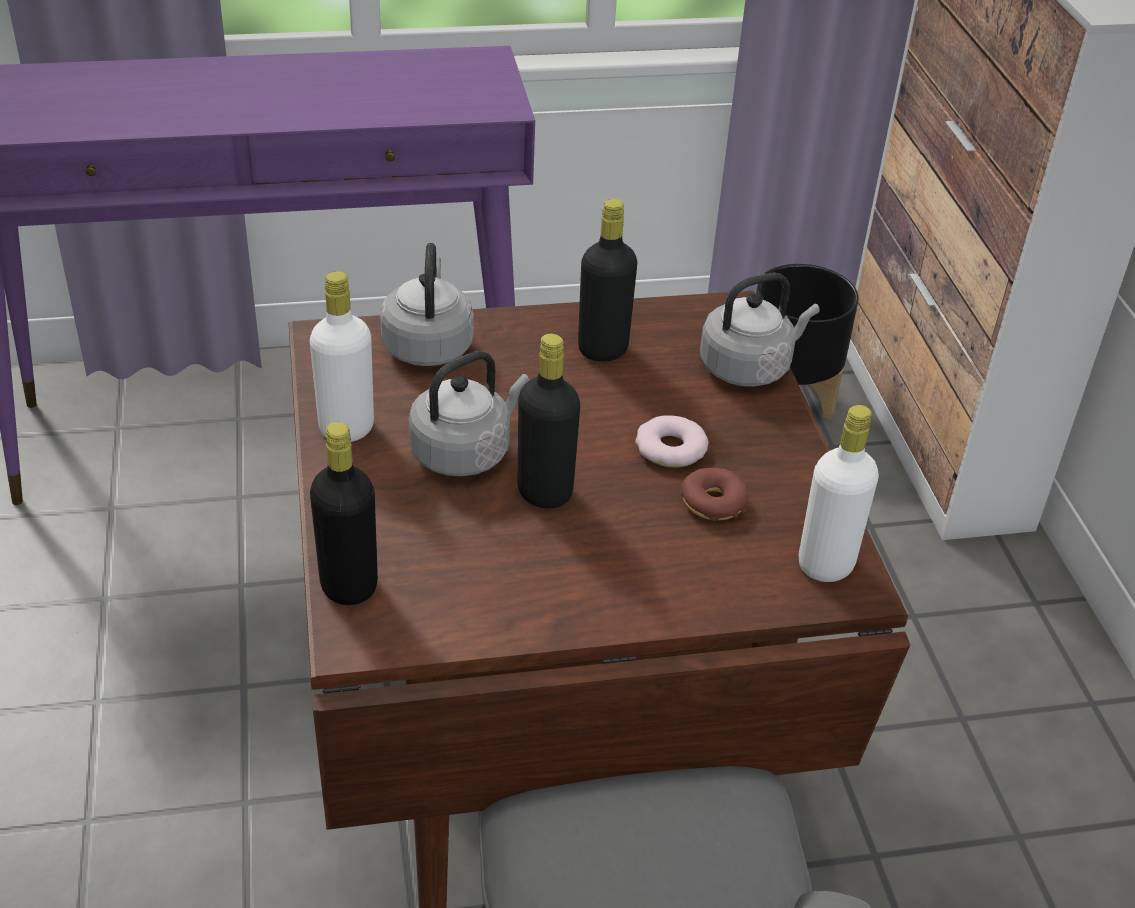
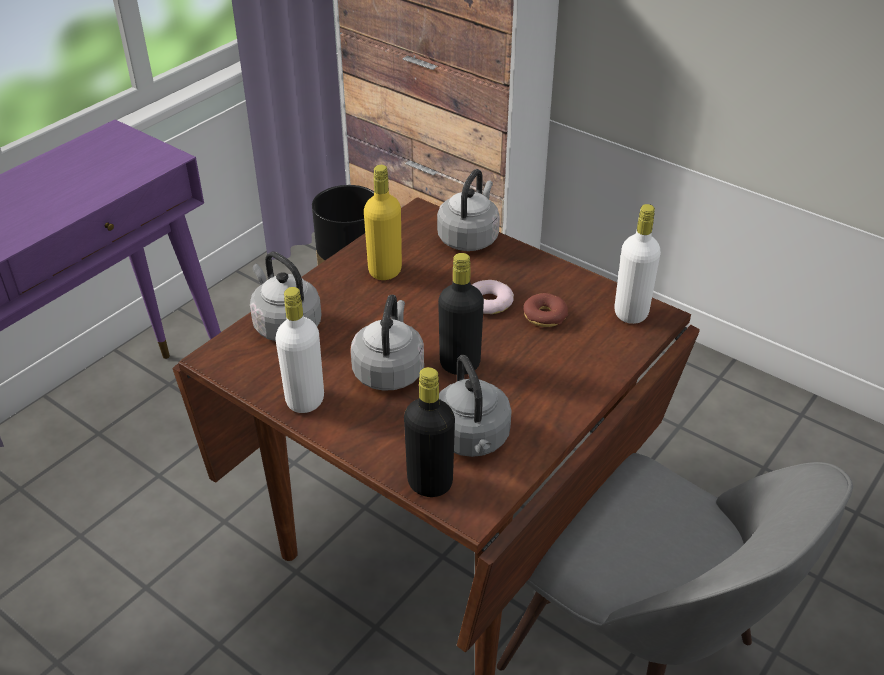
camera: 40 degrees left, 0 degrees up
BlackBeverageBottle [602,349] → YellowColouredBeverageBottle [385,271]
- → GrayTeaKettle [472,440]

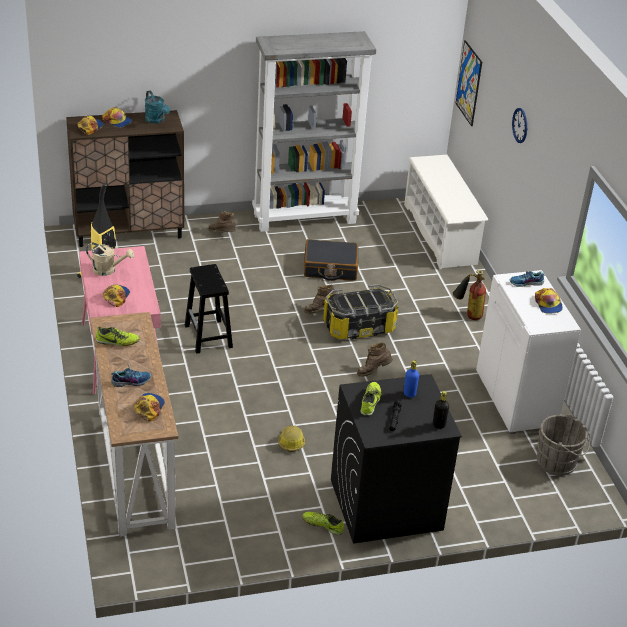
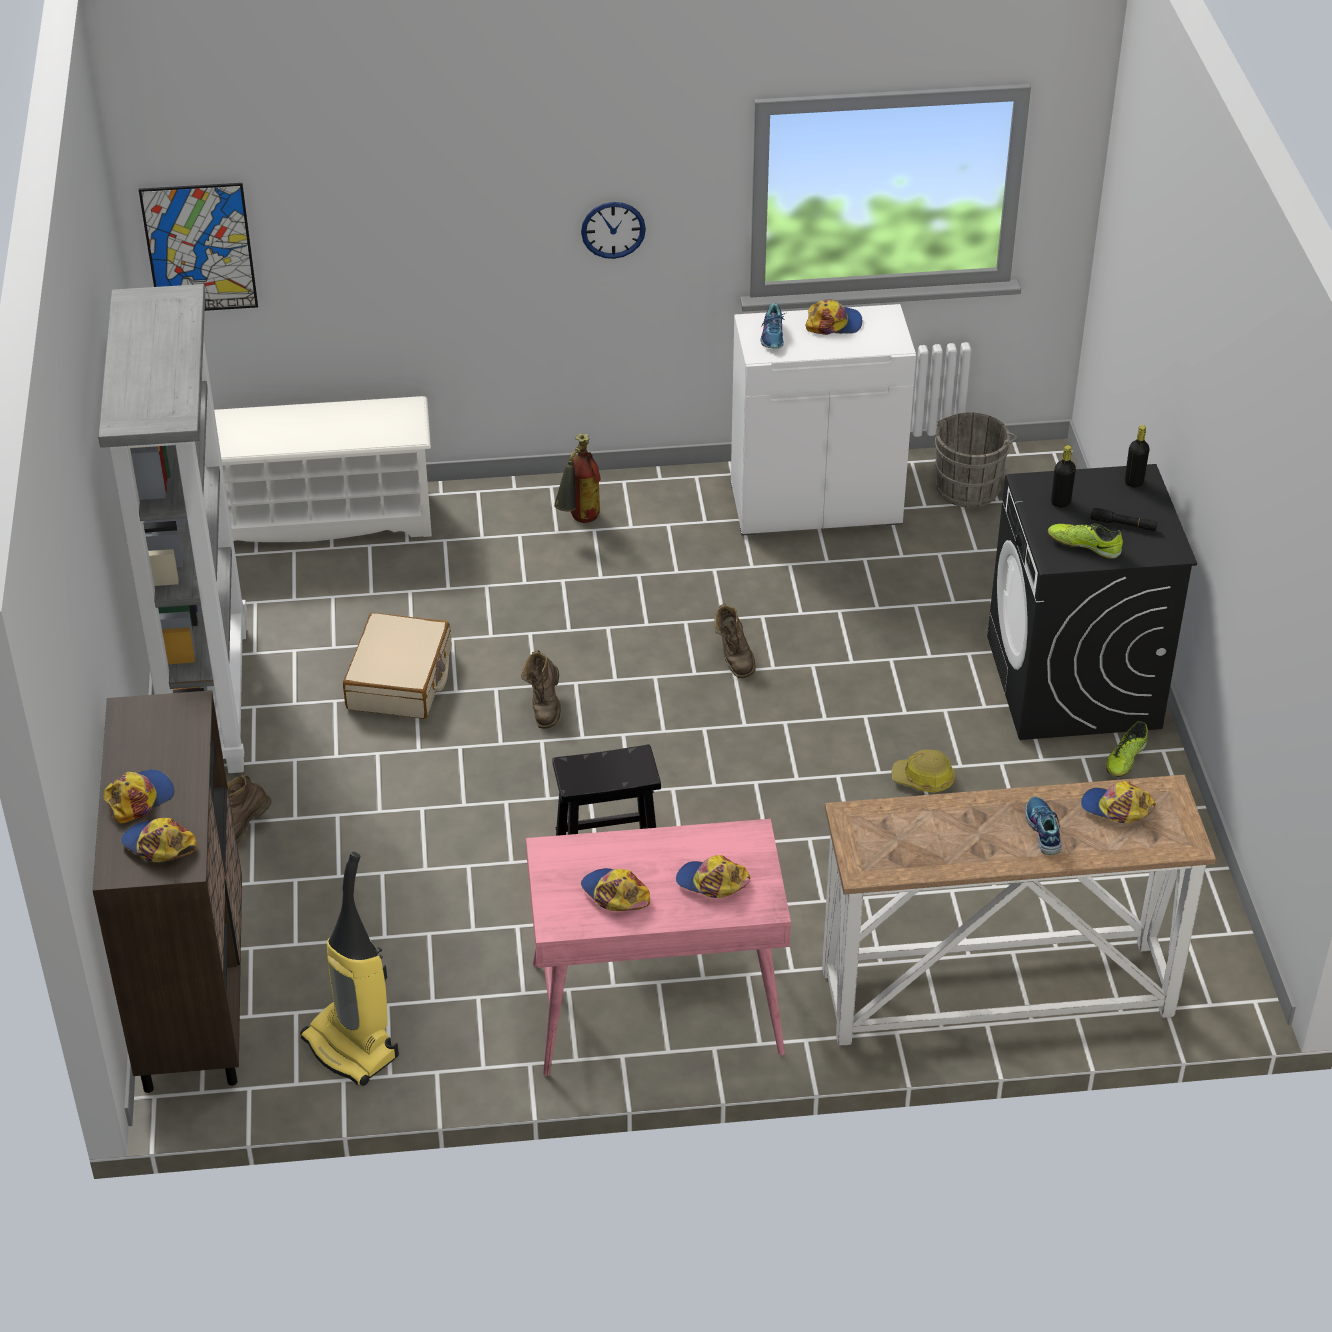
camera: 80 degrees left, 5 degrees up
BlackPieceOfLuggage [330,268] → BeigePieceOfLuggage [400,680]
HangingClock [520,125] → HangingClock [613,229], move
BeigeSprinklingCan [108,270] → BaseballCap [614,894]
BluishBeverageBottle [409,394] → BlackBeverageBottle [1060,502]
LowShoe [117,342] → -
TurquoiseColouredSprinklingCan [156,121] → -
StorageBox [359,327] → -

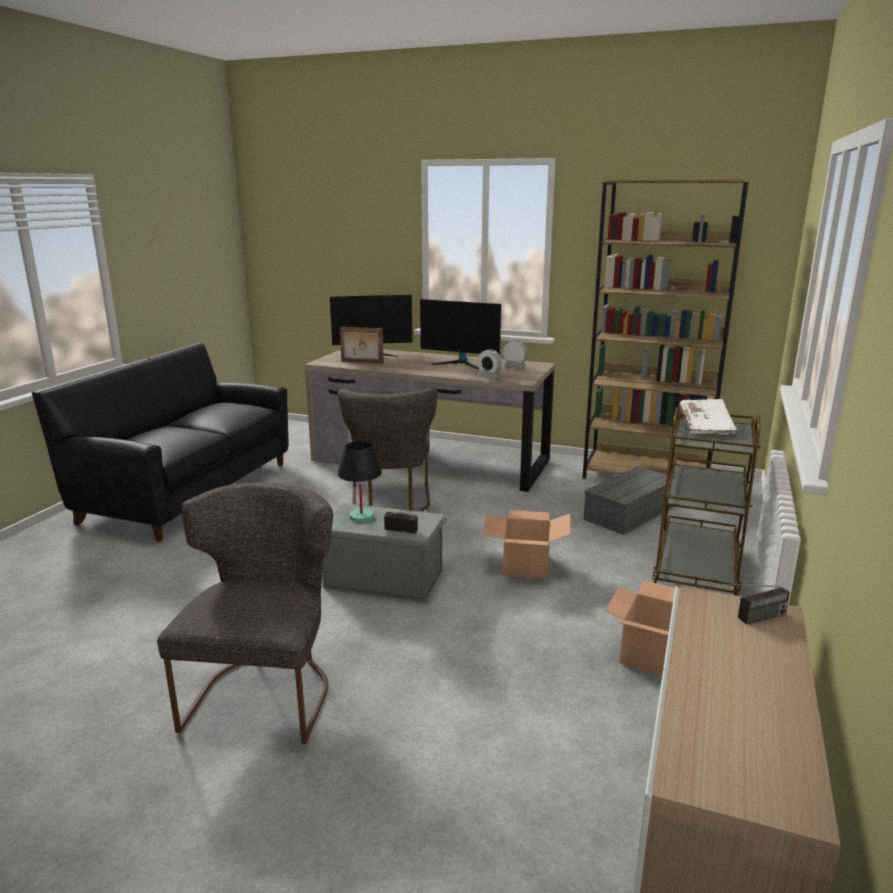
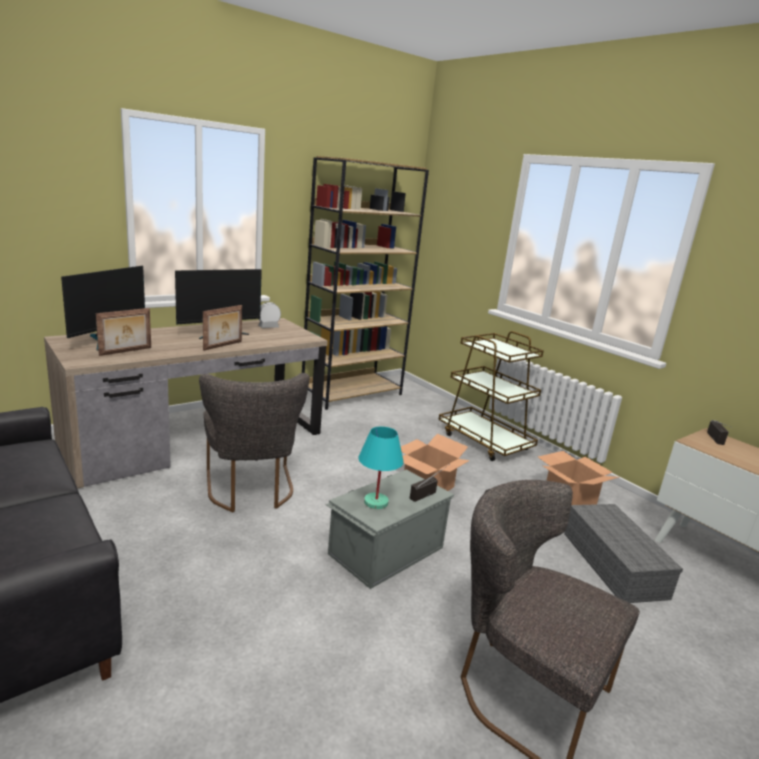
camera: 60 degrees left, 0 degrees up
GrayUprightChair [390,503] → GrayUprightChair [251,490], 45 degrees clockwise
- → PictureFrame [223,346]
BlackTabletopLamp [361,517] → TurquoiseColouredTabletopLamp [375,502]
GrayStorageBox [629,513] → GrayStorageBox [615,565], move
BedsideClock [489,377] → -
WhitishBoundBook [705,427] → -

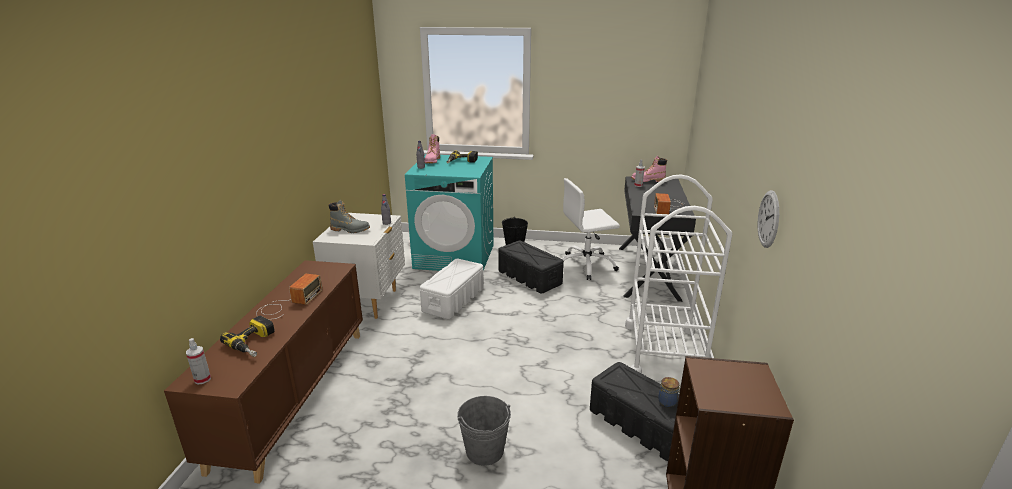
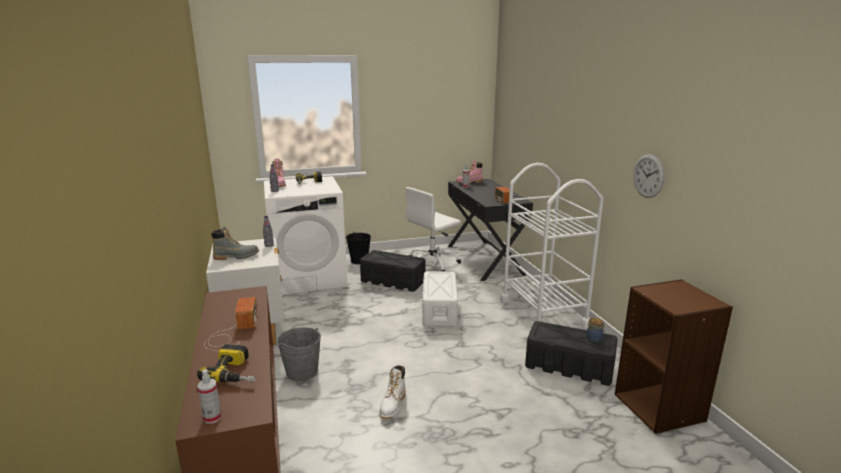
camera: 25 degrees left, 5 degrees down
TurquoiseColouredLaundryMachine [455,256] → WhitishLaundryMachine [309,277]
GrayWaterBucket [484,451] → GrayWaterBucket [302,372], move
- → WhitishTallBoot [392,406]
WhitishStorageBox [453,300] → WhitishStorageBox [439,310], move

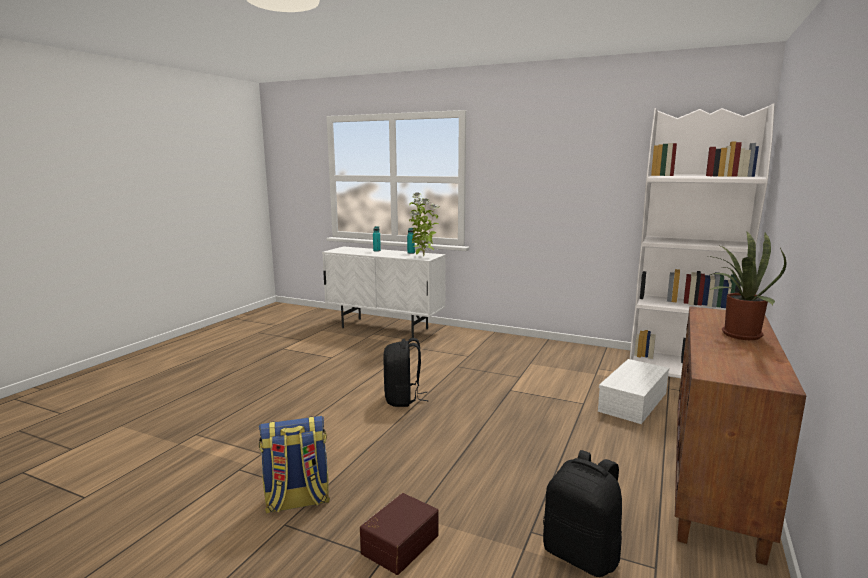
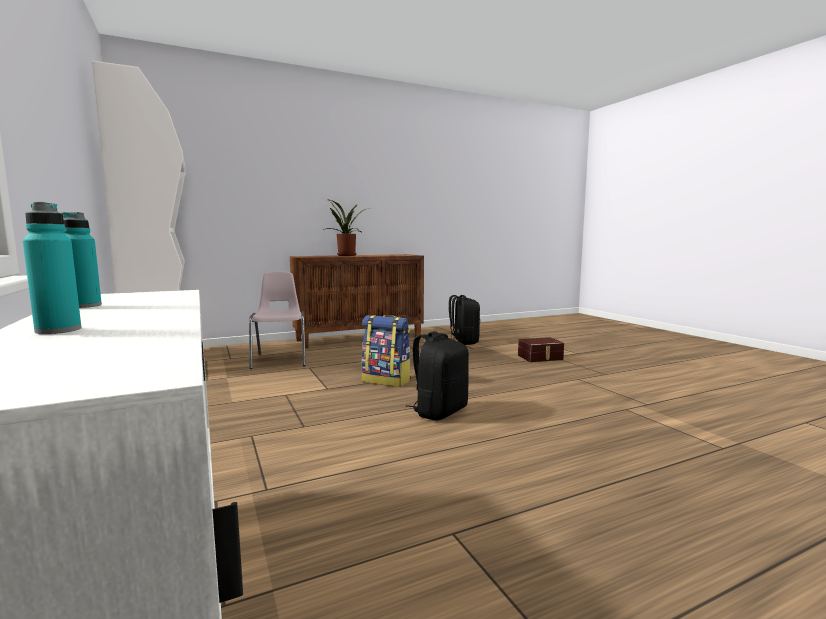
camera: 140 degrees left, 5 degrees down
WhitishStorageBox [633,402] → PinkColouredUprightChair [280,359]
Knapsack [297,501] → Knapsack [387,380], move
PottedPlant [423,256] → -

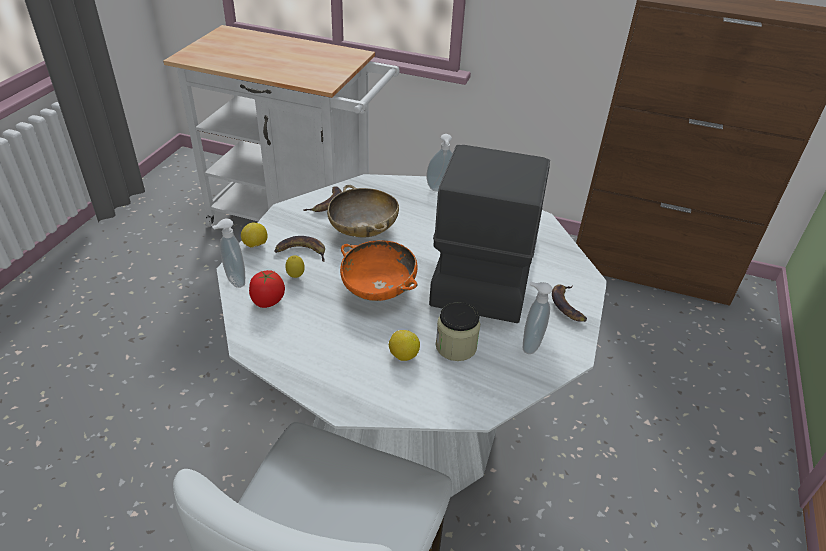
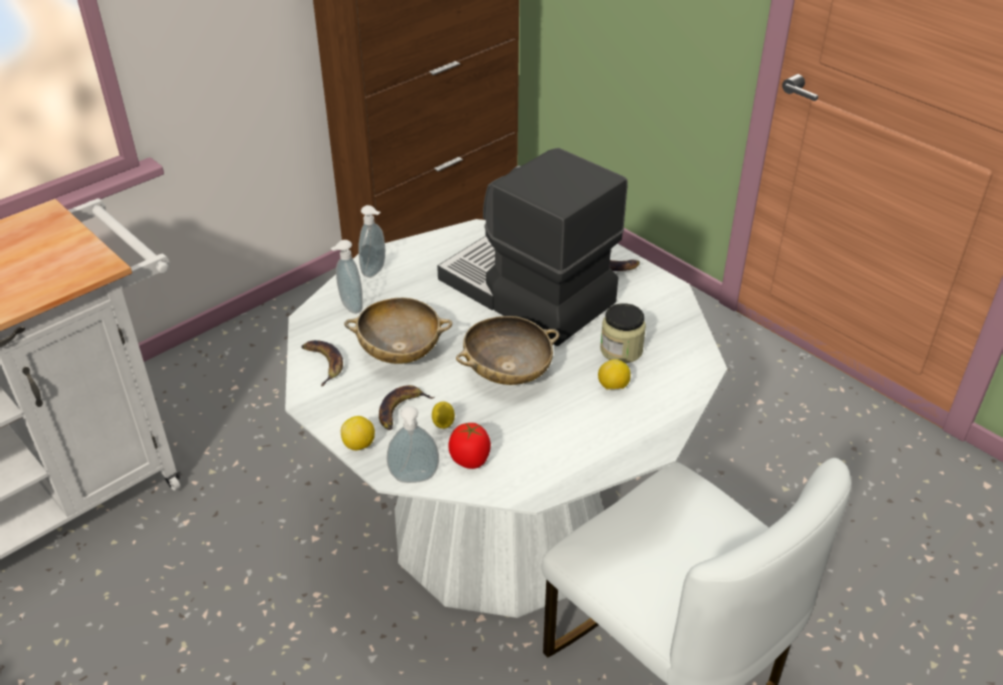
camera: 60 degrees left, 0 degrees up
LiquidSoapBottle [529,344] → LiquidSoapBottle [349,307], move
OrangeColouredServingBowl [378,289] → BeigeServingBowl [508,372]

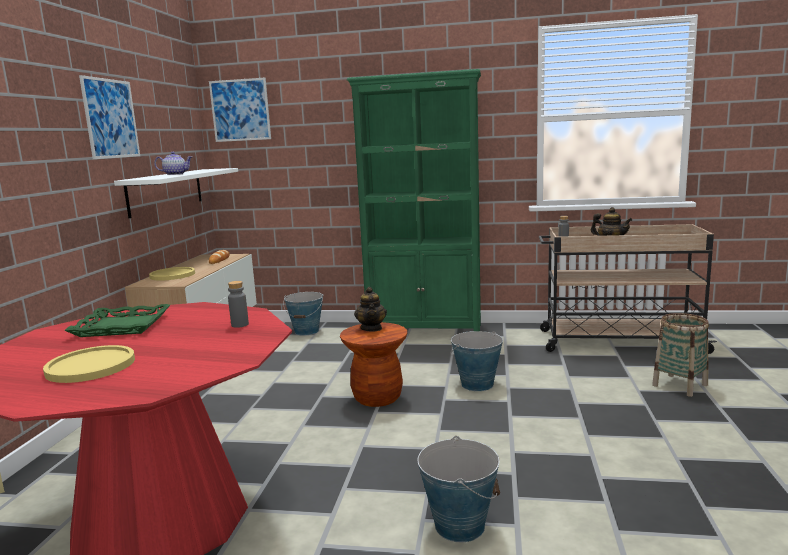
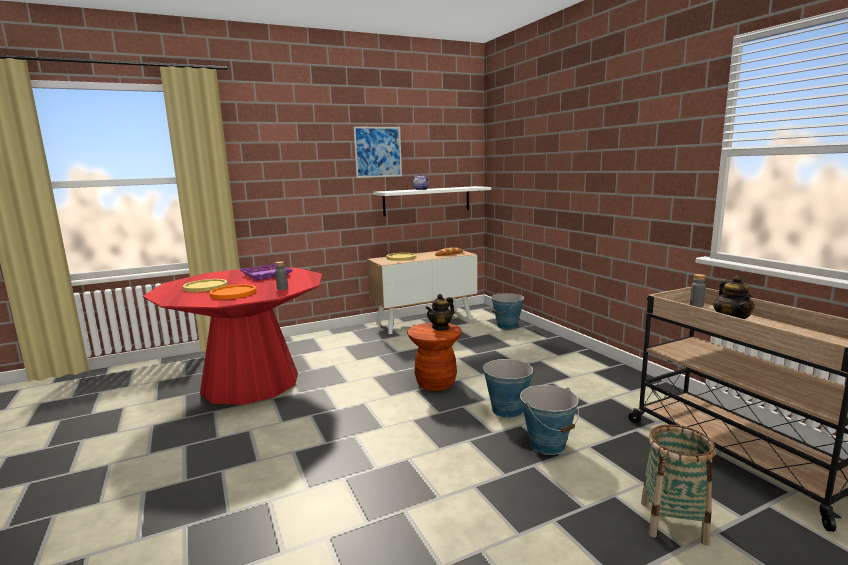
camera: 55 degrees right, 0 degrees up
- → OrangeColouredDinnerPlate [233,293]
GreenServingTray [122,326] → PurpleColouredServingTray [266,275]
WaterBucket [459,525] → WaterBucket [547,444], move
WallPicture [240,110] → -
GreenBookshelf [425,330] → -

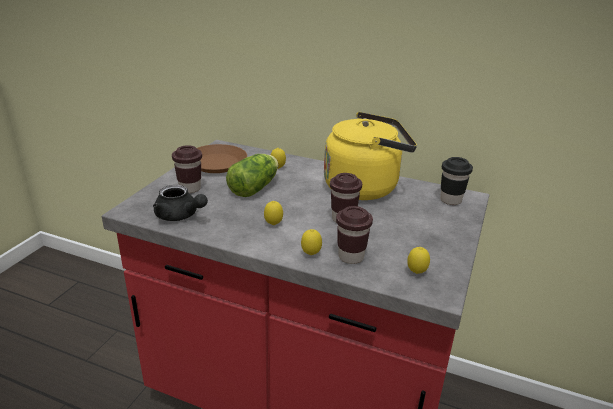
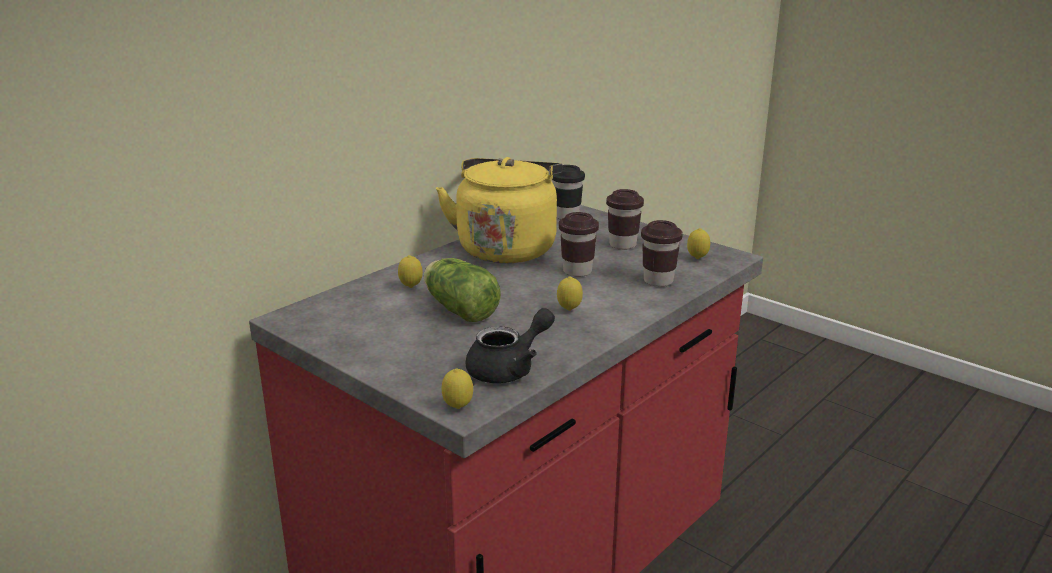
camera: 70 degrees left, 5 degrees down
WholeLemon [311,254] → WholeLemon [458,408], move
BrownCup [190,188] → BrownCup [622,245], move
BrownDinnerPlate [217,163] → -

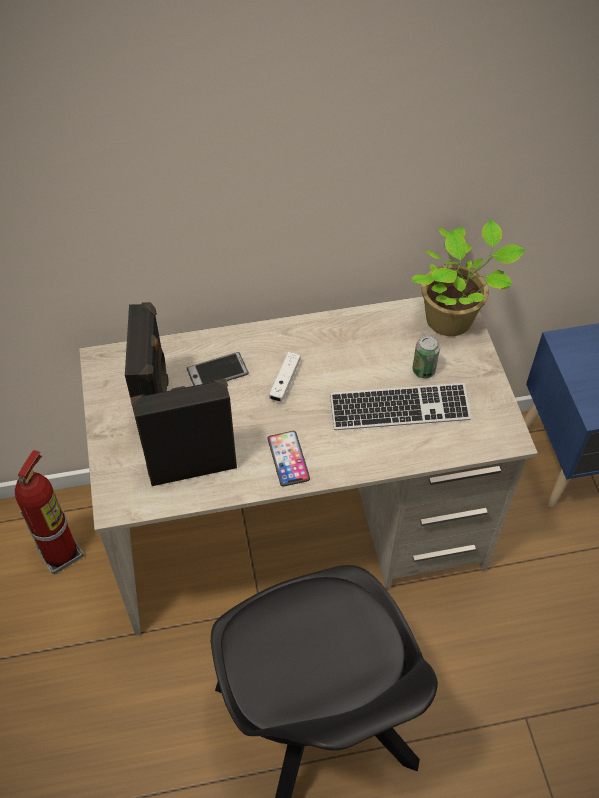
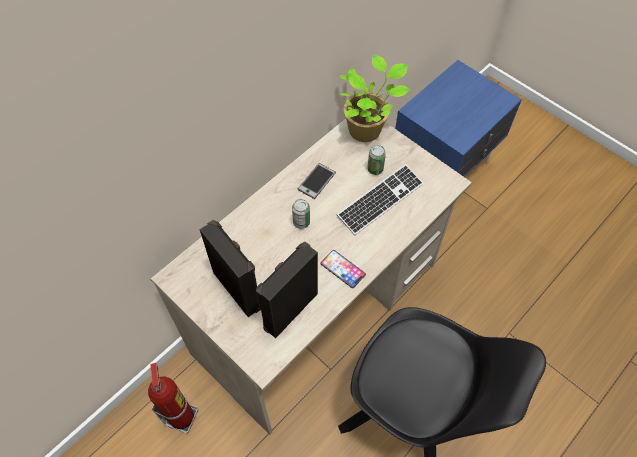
camera: 35 degrees left, 5 degrees up
WhitishJoypad [285,381] → MetalCan [301,222]
Phone [217,371] → Phone [316,181], move

